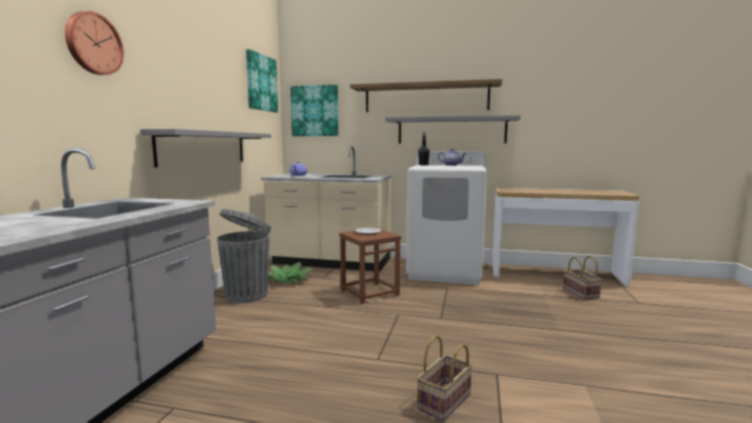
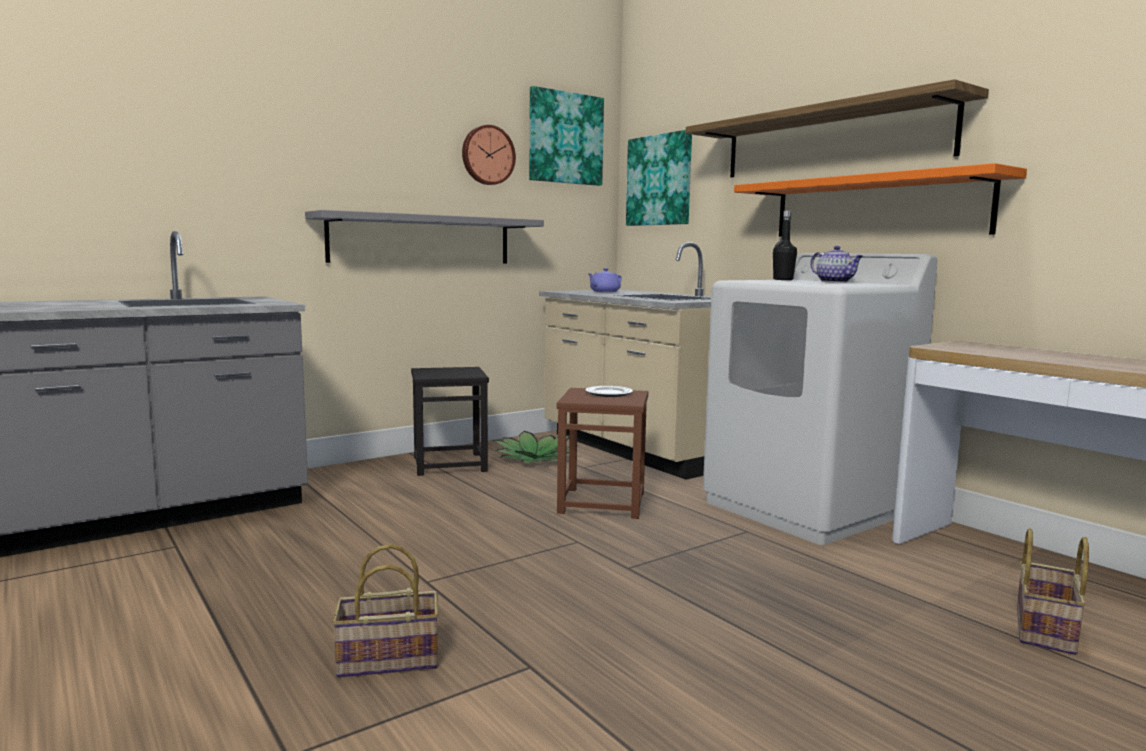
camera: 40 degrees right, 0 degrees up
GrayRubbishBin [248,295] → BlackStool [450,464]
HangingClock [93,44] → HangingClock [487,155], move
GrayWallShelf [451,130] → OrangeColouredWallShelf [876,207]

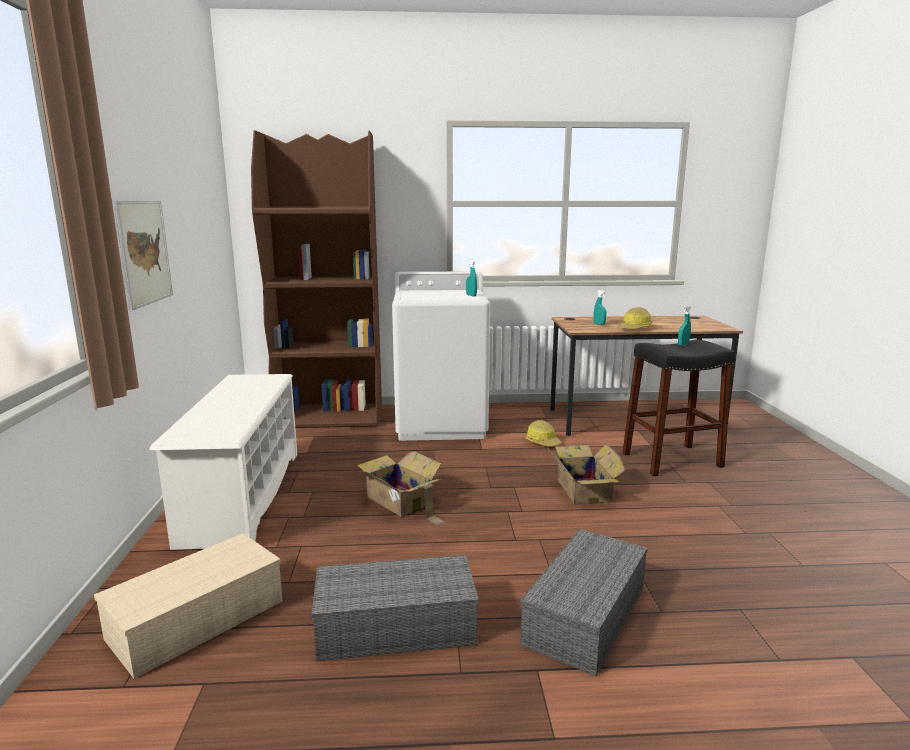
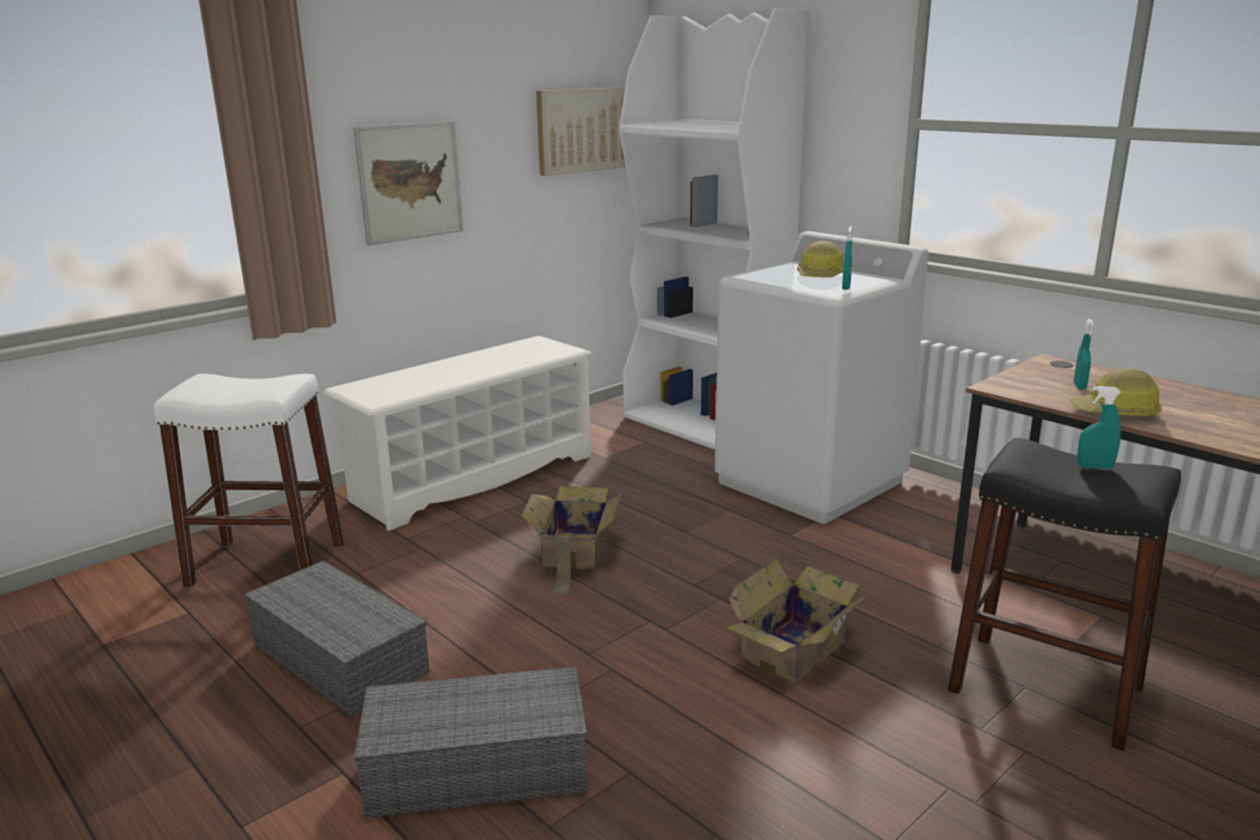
camera: 50 degrees right, 5 degrees up
BeigeStorageBox [198,617] → WhitishStool [267,565]
- → WallPicture [584,130]
BrownBookshelf [330,417] → WhitishBookshelf [705,425]
WorkHelmet [543,442] → WorkHelmet [820,276], move

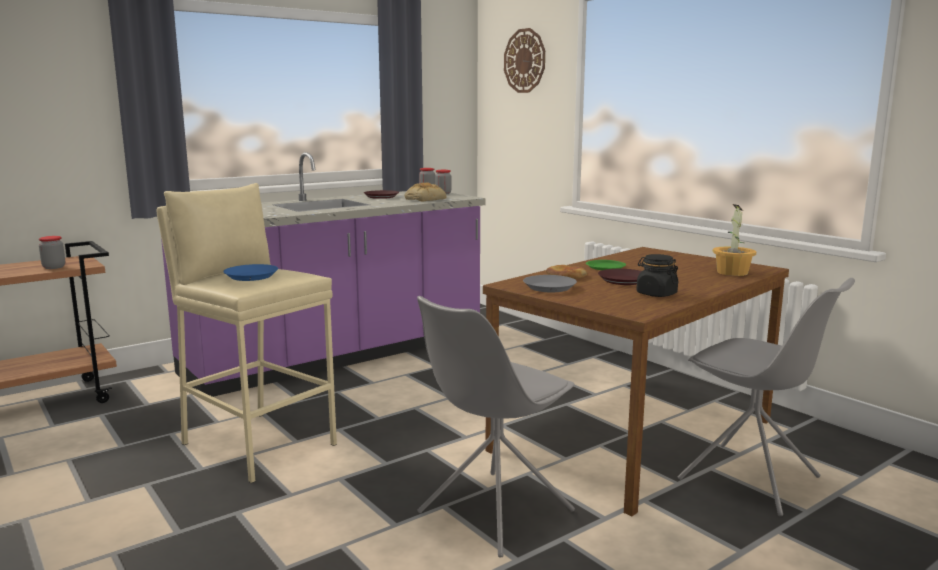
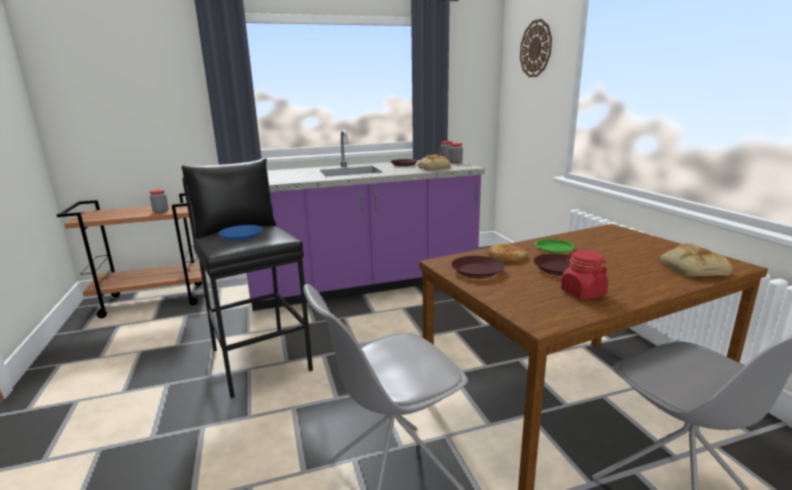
camera: 20 degrees right, 5 degrees up
BeigeStool [258,444] → BlackStool [260,359]
GrayDinnerPlate [550,288] → BrownDinnerPlate [477,271]
BlackStorageJar [656,294] → RedStorageJar [582,293]
PottedPlant [731,272] → BakeryBread [691,268]

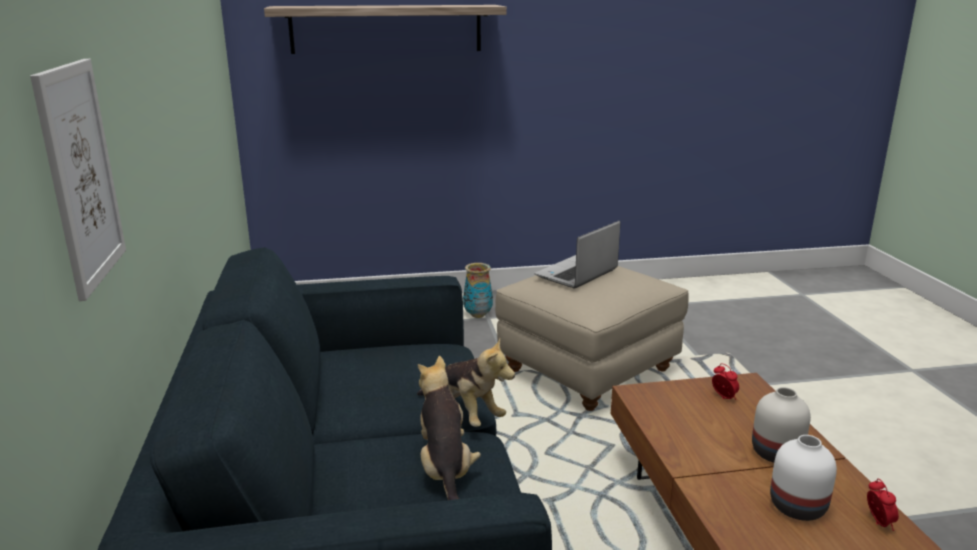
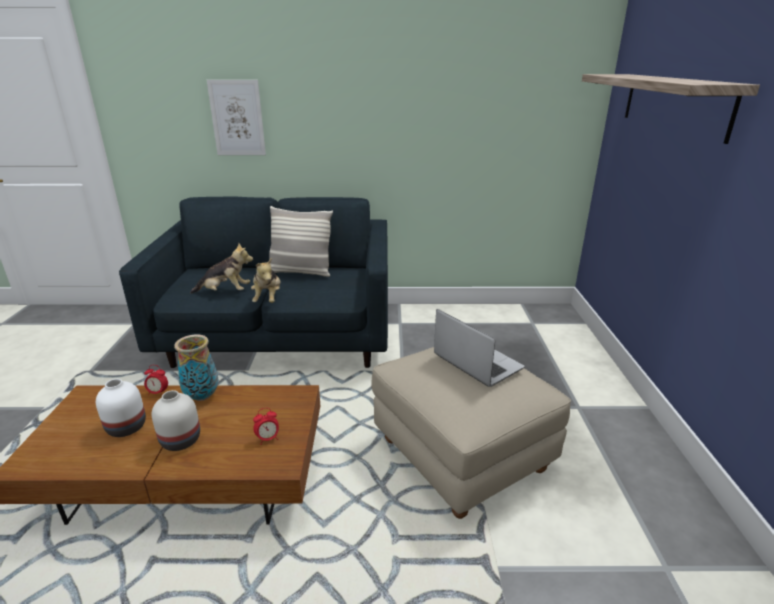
camera: 100 degrees right, 5 degrees up
BedsideClock [878,523] → BedsideClock [158,393], move
Vase [477,315] → Vase [202,396], move
SoftToy [463,416] → SoftToy [268,299], 60 degrees counterclockwise
- → Cushion [300,272]

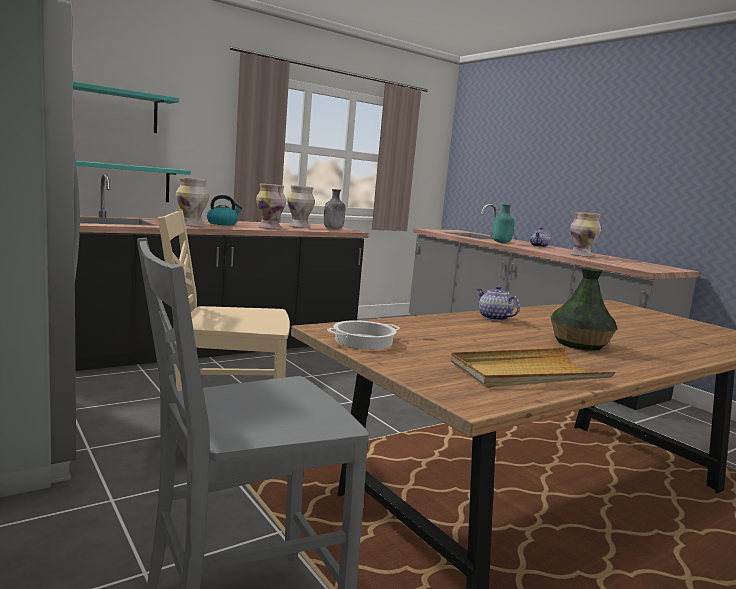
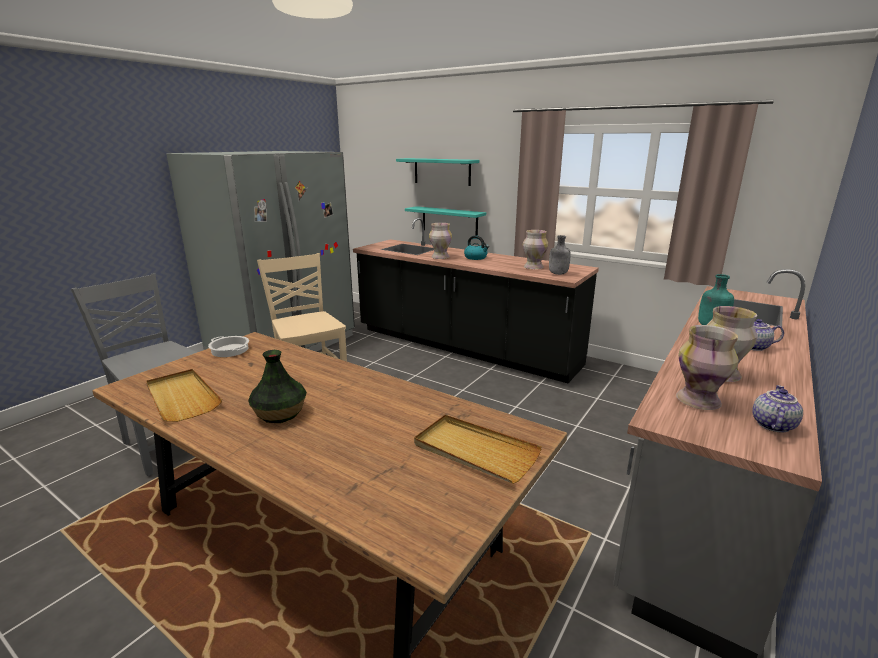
camera: 70 degrees right, 10 degrees up
- → BeigeServingTray [475,451]
Vase [269,228] → Vase [699,401], move
TeaPot [493,318] → TeaPot [771,424], move

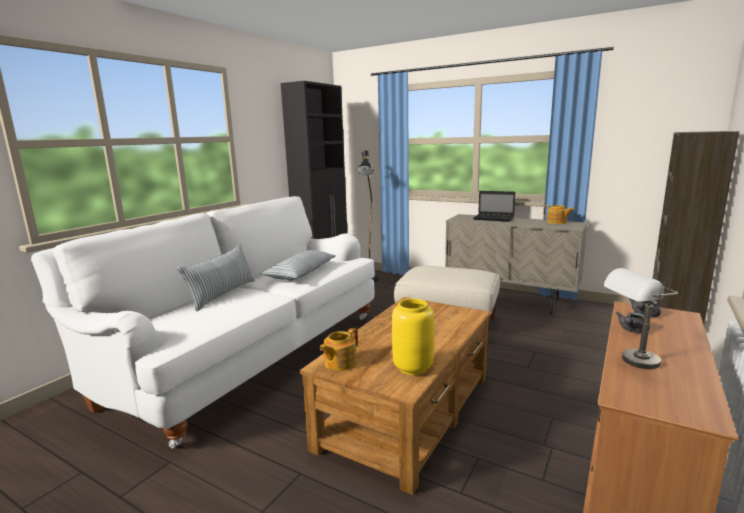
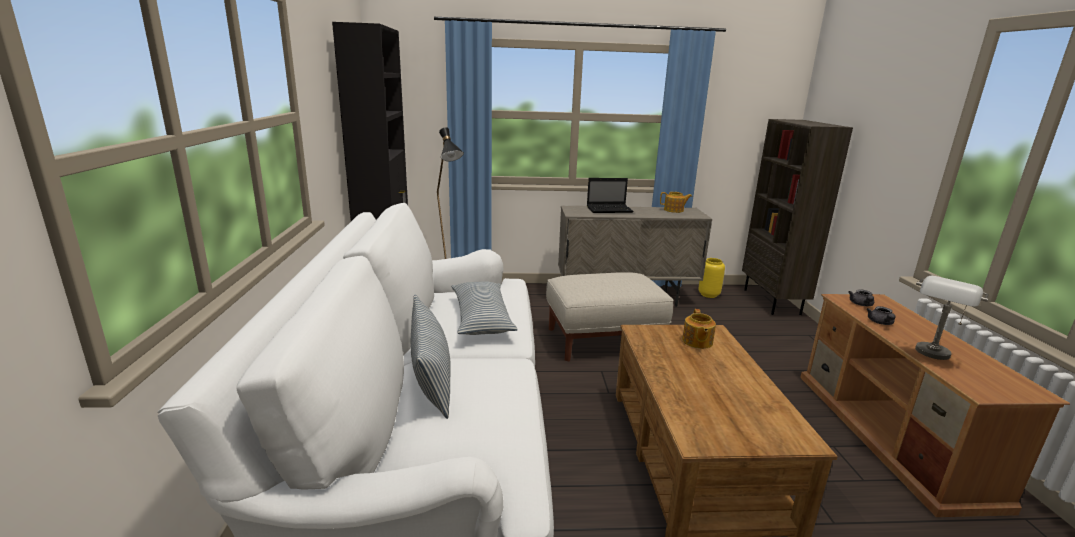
camera: 35 degrees left, 5 degrees up
TeaPot [339,363] → TeaPot [697,342], move
YellowColouredVase [414,368] → YellowColouredVase [709,295], move

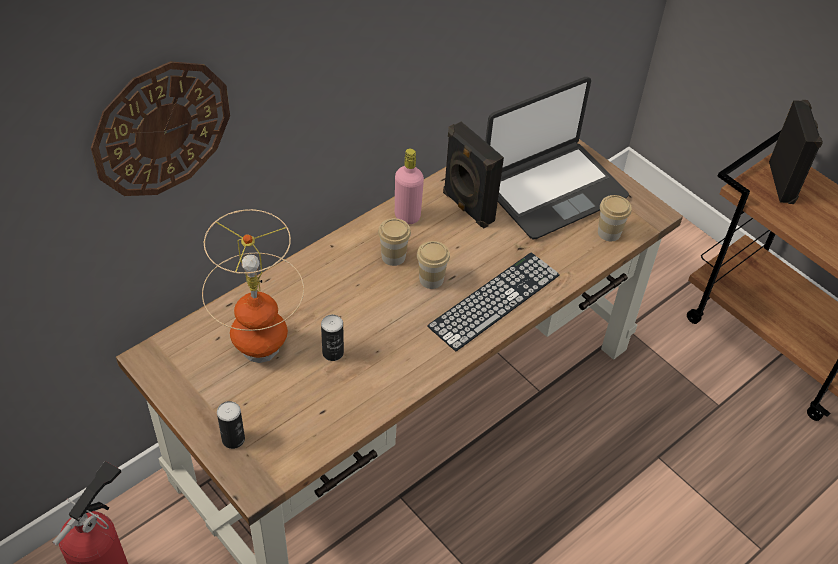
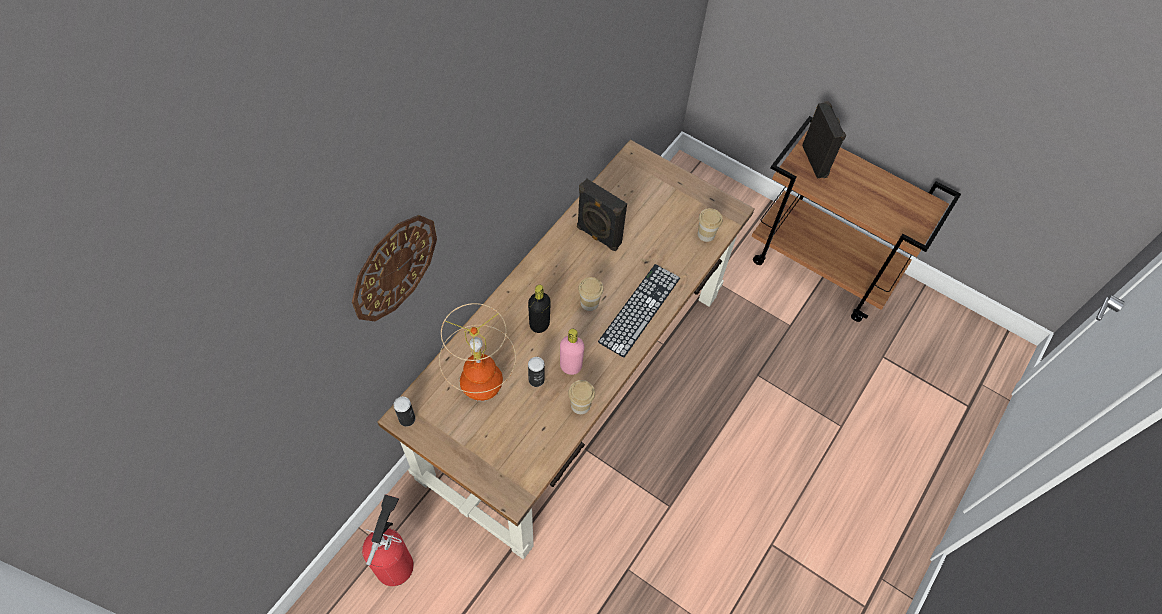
camera: 15 degrees left, 10 degrees up
MetalCan [233,439] → MetalCan [407,419], move
- → BlackBeverageBottle [539,324]
PinkColouredBeverageBottle [407,216] → PinkColouredBeverageBottle [571,366], move
Cup [393,256] → Cup [580,405], move
PortableComputer [552,190] → -

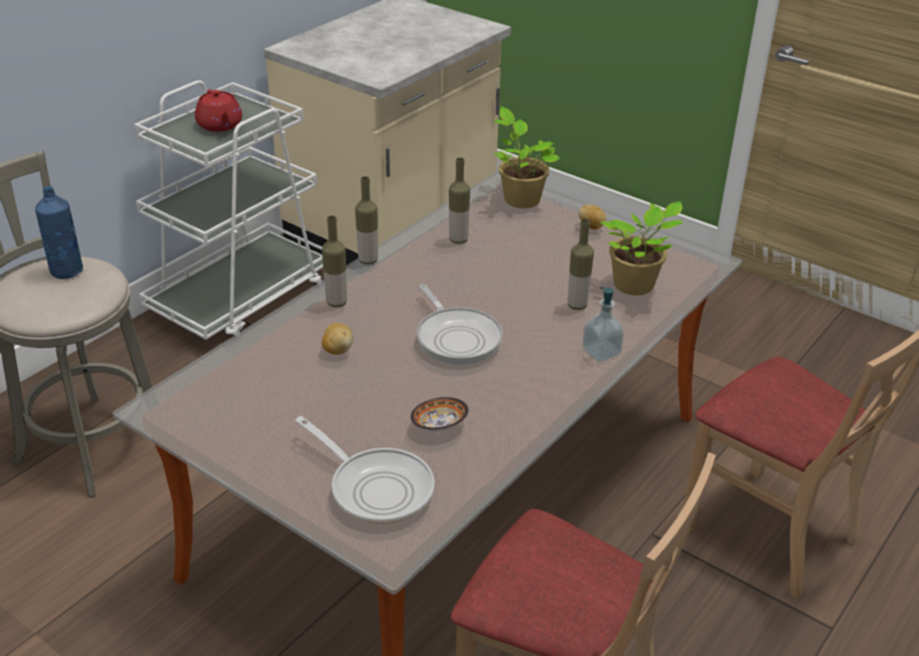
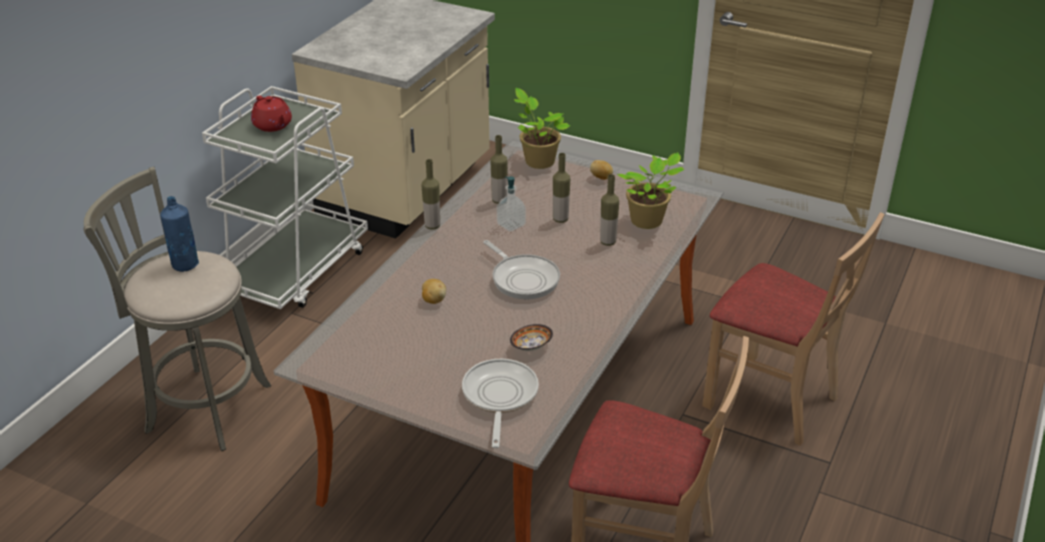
camera: 10 degrees left, 0 degrees up
Pan [376,487] → Pan [499,397], 120 degrees counterclockwise
LiquidSoapBottle [601,353] → LiquidSoapBottle [511,225], move
BeverageBottle [336,302] → BeverageBottle [560,219], move

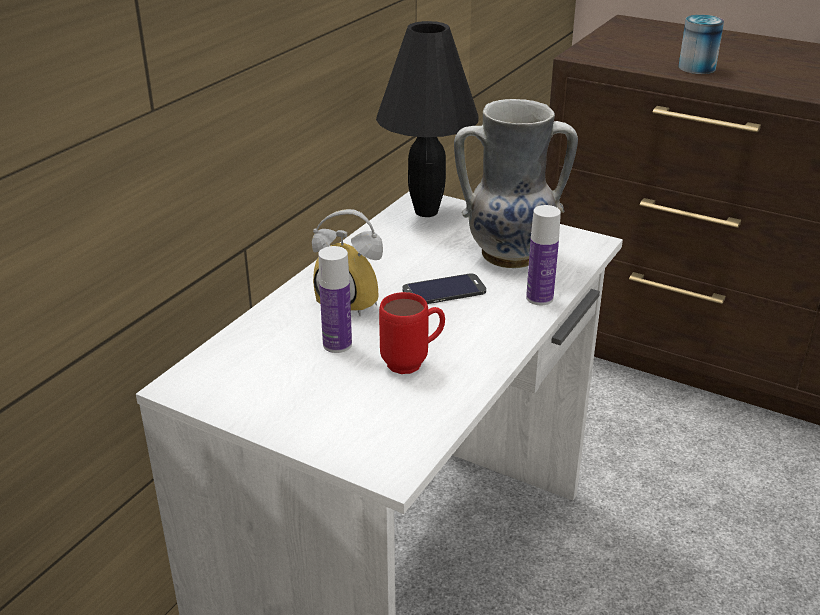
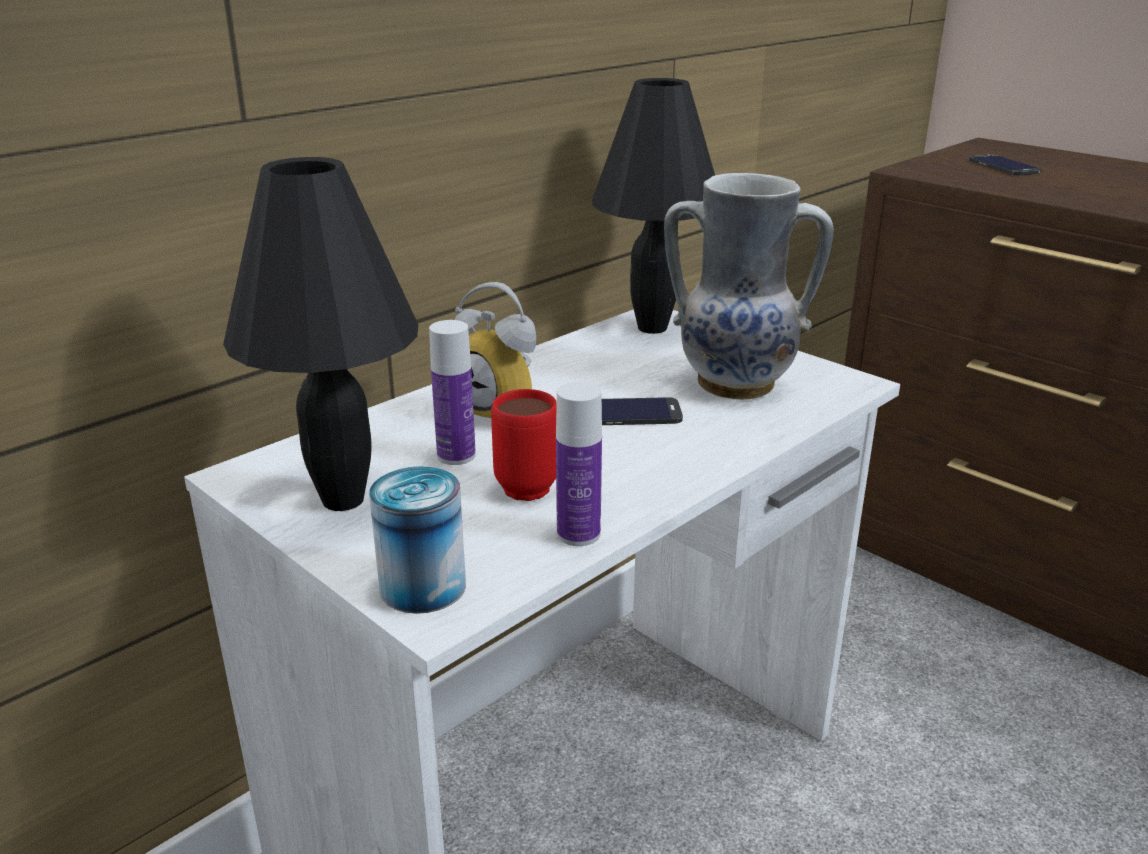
camera: 15 degrees right, 5 degrees down
- → BlackTabletopLamp [345,500]
MetalCan [696,68] → MetalCan [423,587], move
BeverageBottle [539,298] → BeverageBottle [578,534], move
- → Phone [1003,166]

